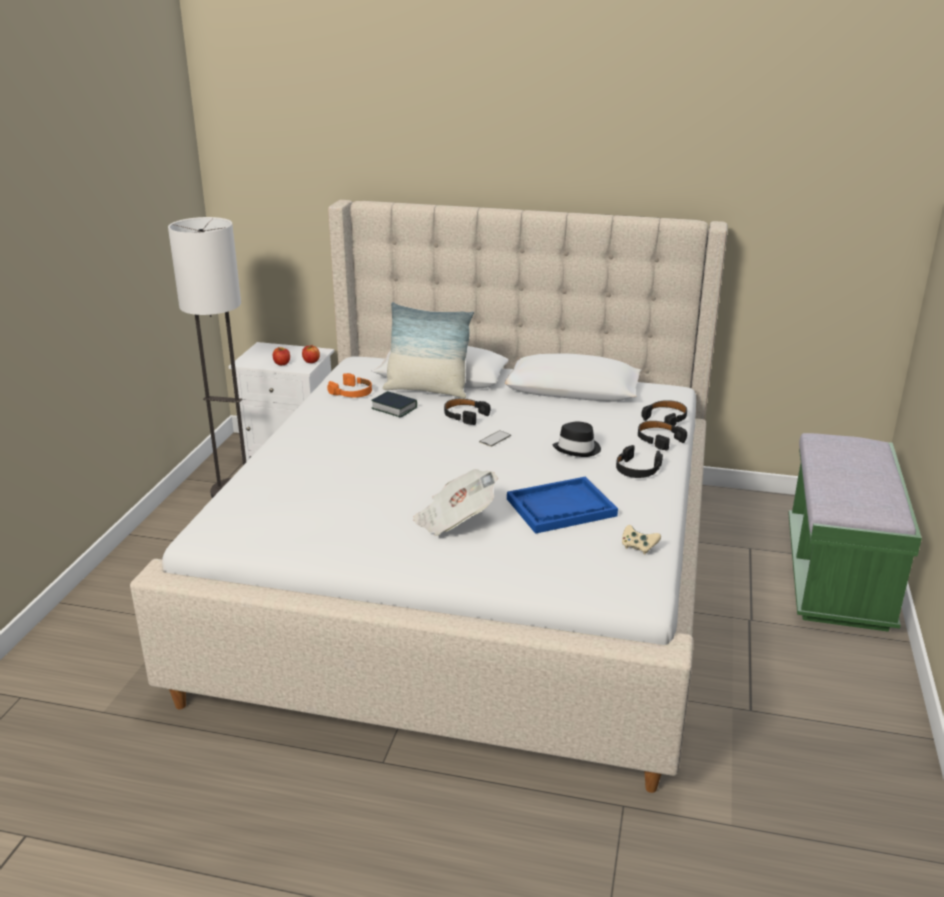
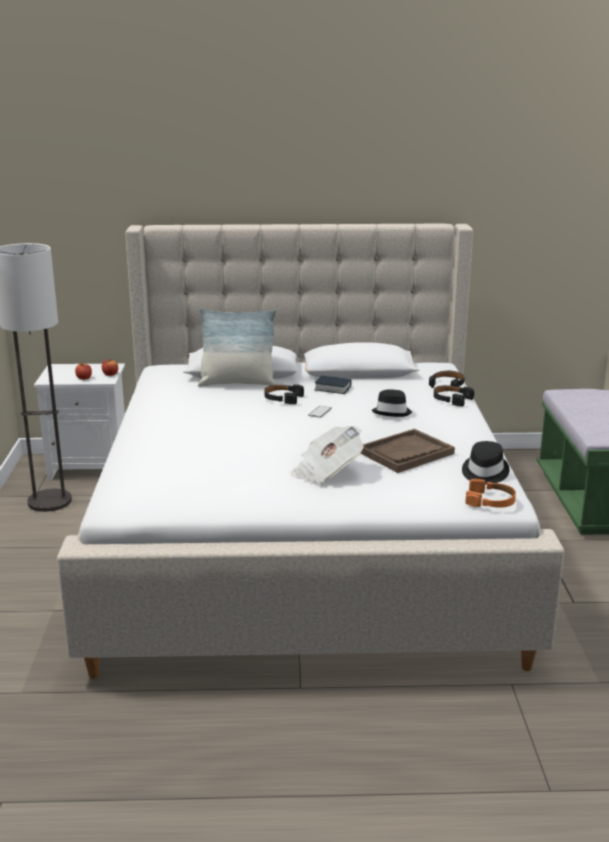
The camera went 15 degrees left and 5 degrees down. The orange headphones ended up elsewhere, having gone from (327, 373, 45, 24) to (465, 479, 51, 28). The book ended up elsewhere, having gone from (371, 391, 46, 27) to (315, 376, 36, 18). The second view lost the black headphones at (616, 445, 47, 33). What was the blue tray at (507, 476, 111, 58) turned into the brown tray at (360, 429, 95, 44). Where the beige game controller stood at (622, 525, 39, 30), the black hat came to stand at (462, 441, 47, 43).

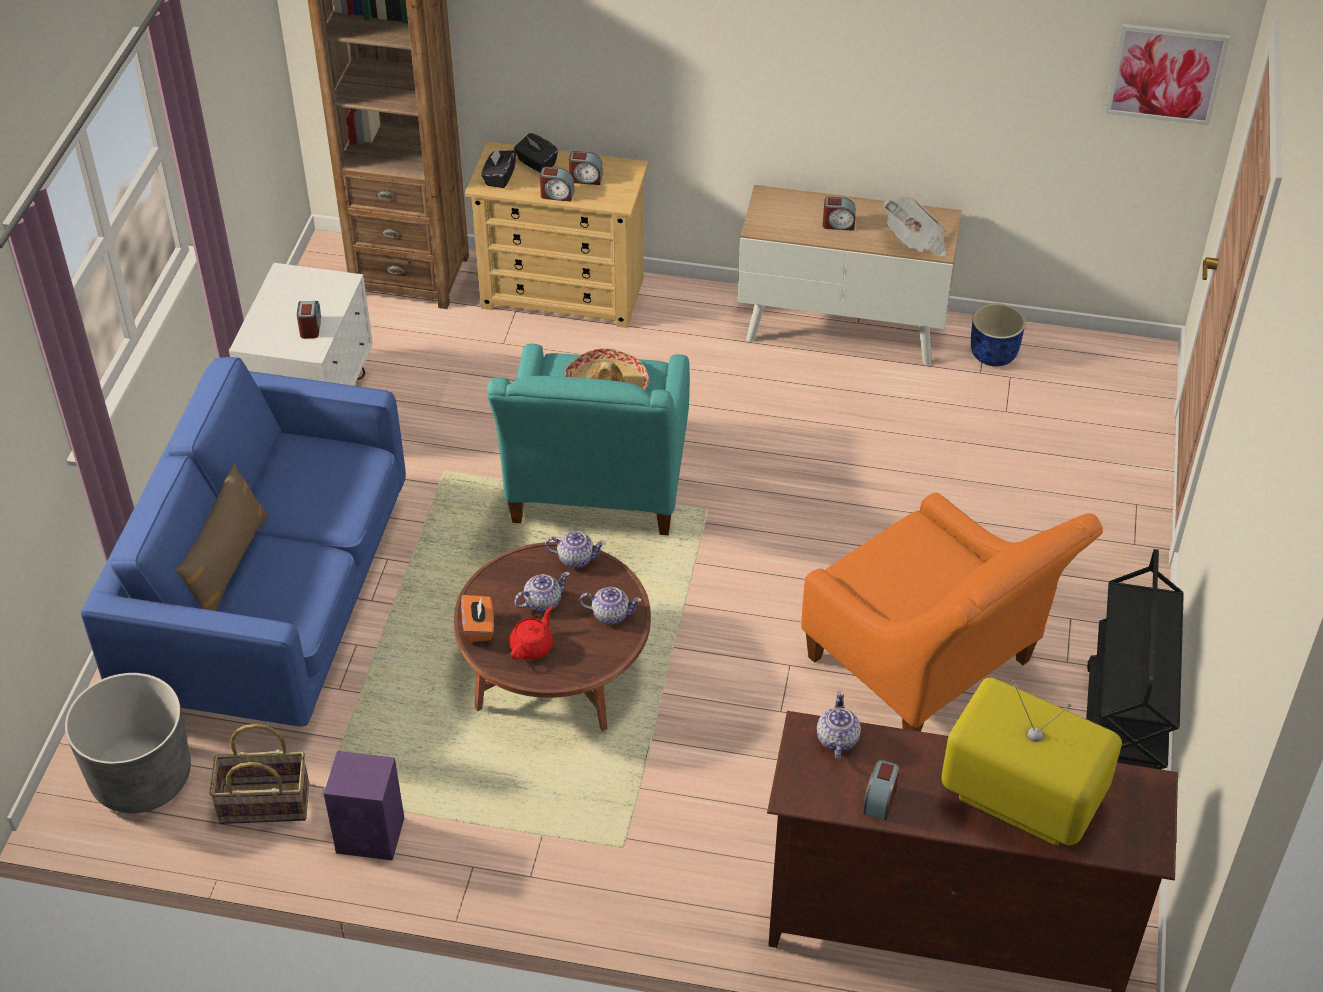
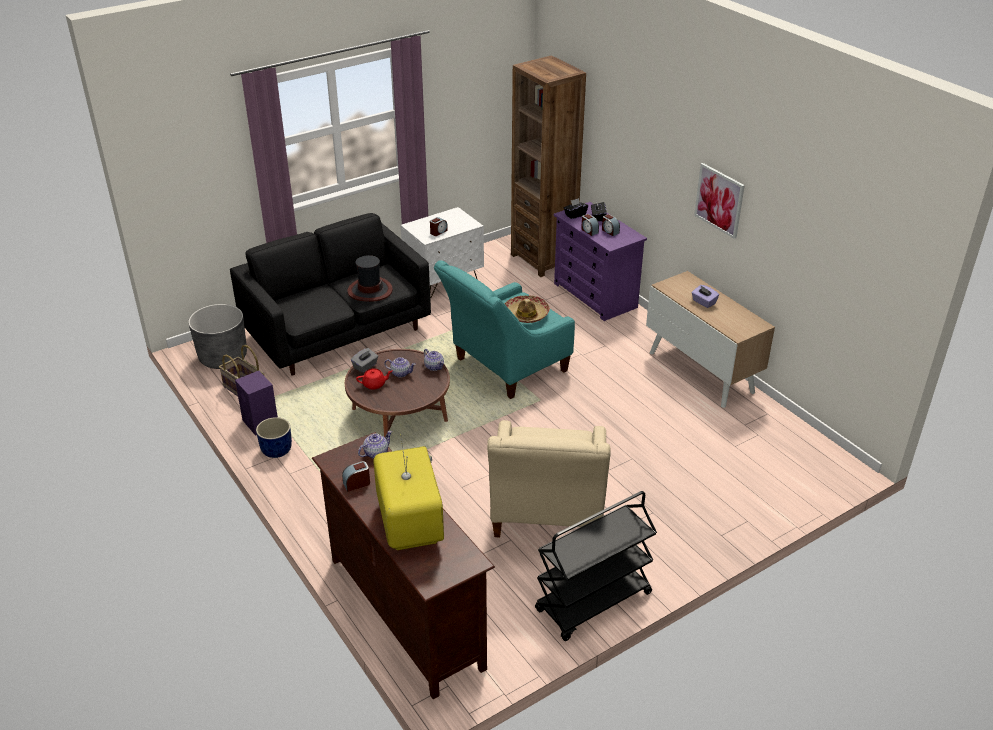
The camera went 45 degrees right and 10 degrees down. The picture ended up elsewhere, having gone from (1105, 24, 125, 101) to (694, 163, 51, 76). What was the beige dresser at (465, 142, 183, 186) turned into the purple dresser at (554, 202, 93, 119). Where the alarm clock stood at (823, 197, 33, 34), the purple tissue box came to stand at (691, 285, 28, 23). The second view lost the newspaper at (884, 197, 62, 59). The blue planter ended up elsewhere, having gone from (971, 304, 54, 62) to (256, 417, 36, 41). What was the blue sofa at (81, 357, 325, 370) turned into the black sofa at (230, 213, 201, 163). The second view lost the brown pillow at (175, 463, 94, 148). What was the orange armchair at (801, 493, 302, 239) turned into the beige armchair at (487, 420, 124, 117). The second view lost the teapot at (579, 587, 63, 38). What was the orange tissue box at (461, 595, 33, 47) turned into the grey tissue box at (351, 348, 27, 25). The second view gained the hat at (347, 255, 46, 47).

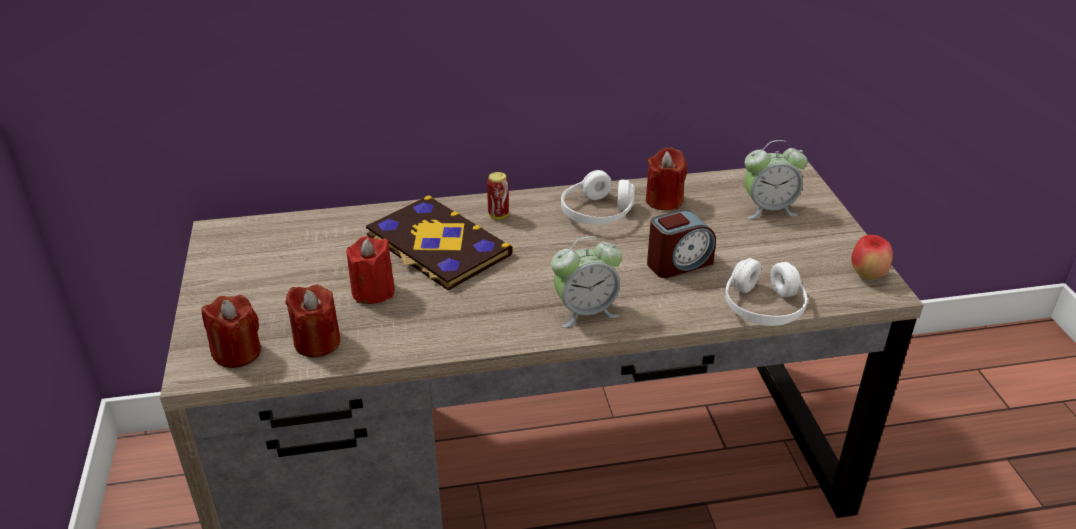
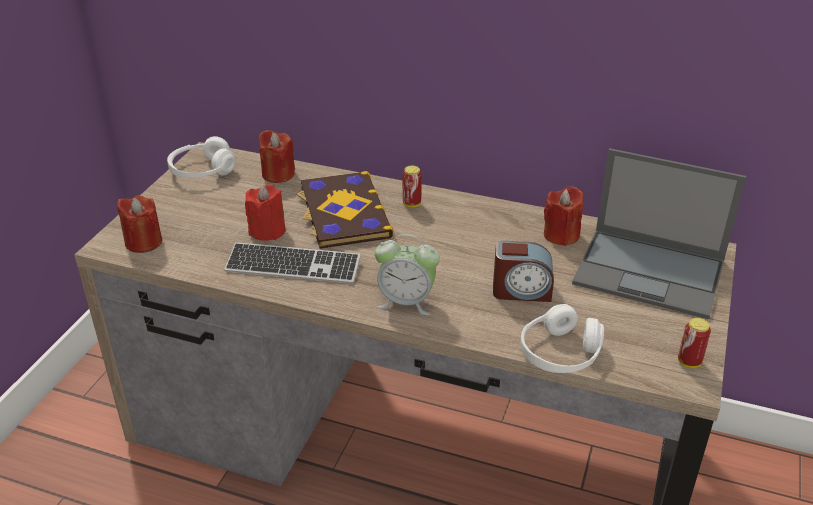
The camera went 30 degrees right and 0 degrees up. Where the alarm clock stood at (744, 140, 63, 79), the laptop came to stand at (572, 148, 174, 171). The white headphones ended up elsewhere, having gone from (561, 170, 74, 55) to (167, 136, 69, 42). Where the apple stood at (851, 235, 42, 45), the can came to stand at (678, 318, 33, 50). The red candle ended up elsewhere, having gone from (285, 285, 56, 72) to (259, 130, 36, 53). The second view gained the keyboard at (224, 242, 137, 42).

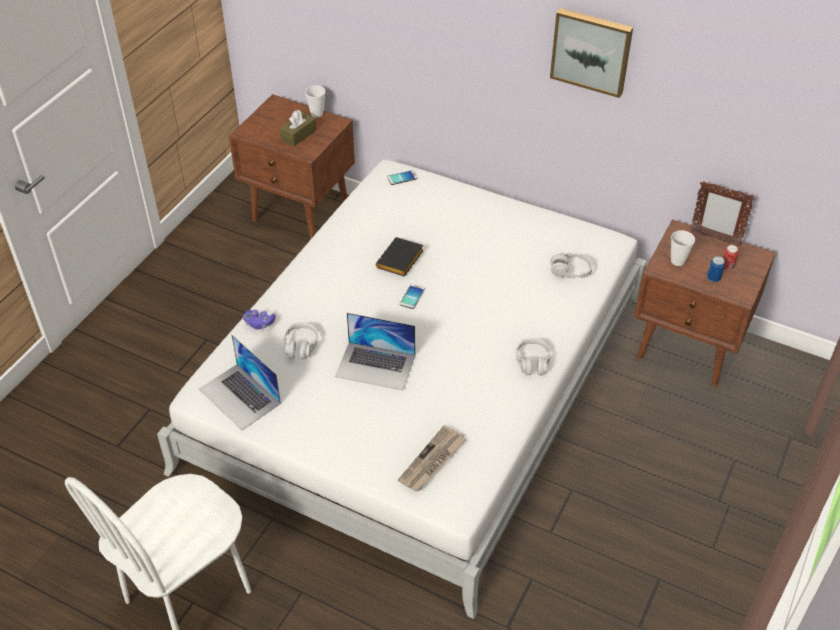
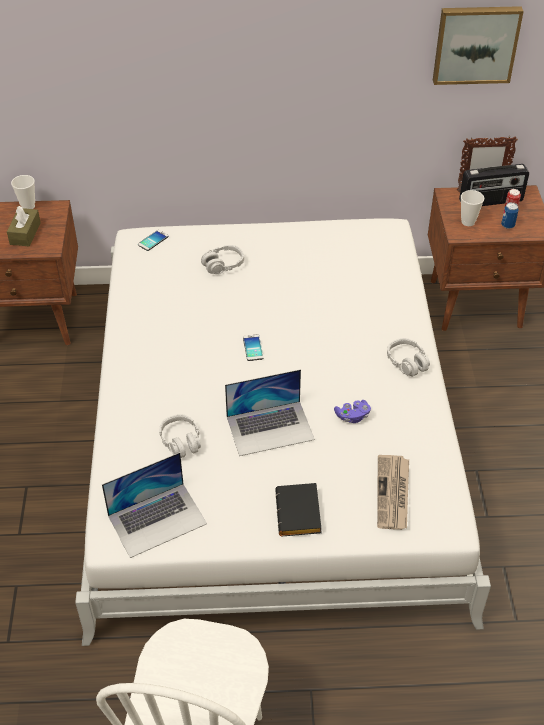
The camera went 30 degrees left and 0 degrees up. The picture ended up elsewhere, having gone from (550, 8, 83, 90) to (433, 6, 91, 79). The black book ended up elsewhere, having gone from (376, 237, 48, 40) to (275, 483, 47, 53). The grey headphones ended up elsewhere, having gone from (550, 253, 43, 26) to (201, 245, 43, 29). The purple game controller ended up elsewhere, having gone from (243, 310, 33, 20) to (334, 400, 37, 23). The laptop at (199, 335, 82, 95) ended up facing another way, 45 degrees counterclockwise from before. The second view gained the radio at (459, 164, 70, 42).

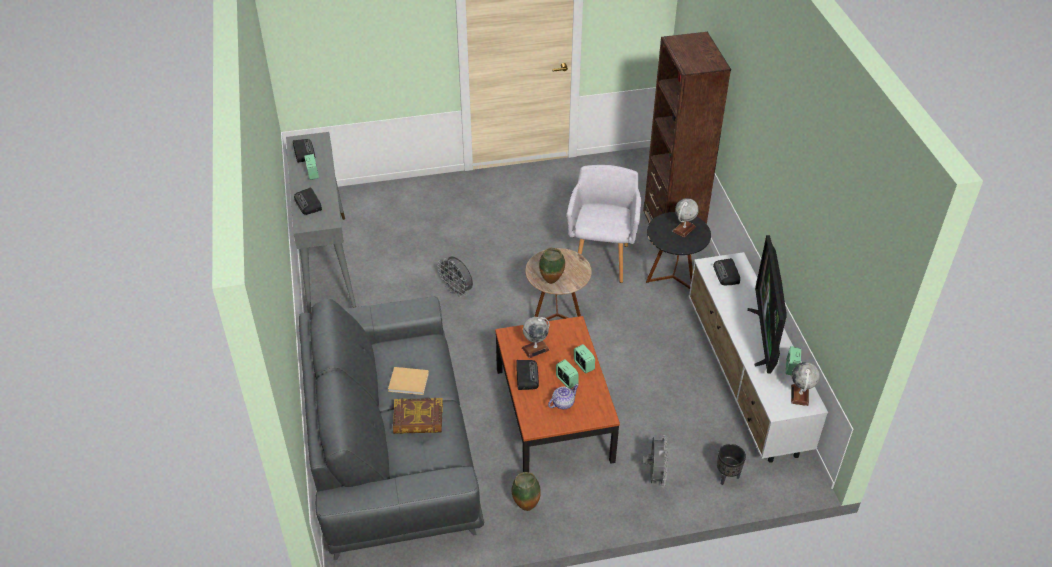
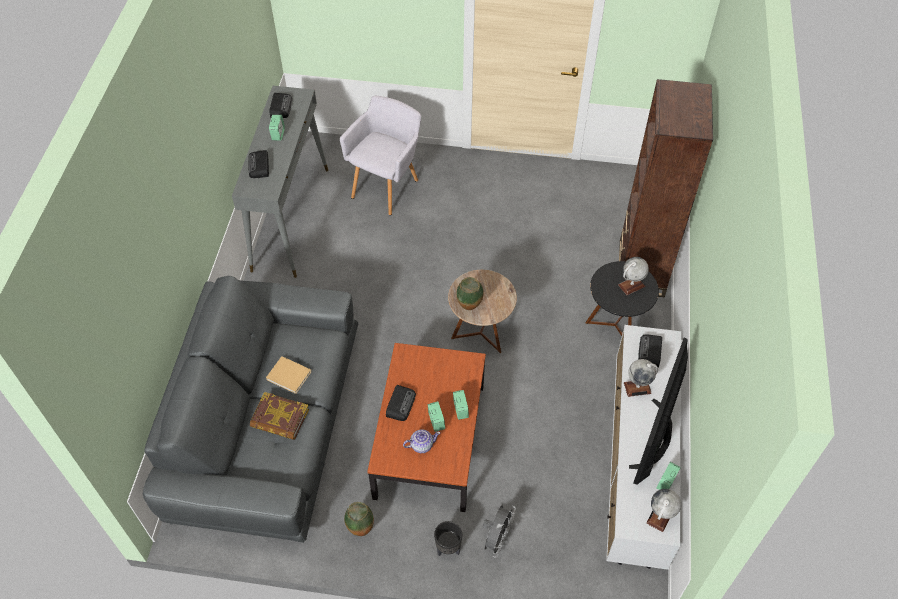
The camera went 20 degrees right and 10 degrees up. The grey armchair ended up elsewhere, having gone from (567, 165, 74, 118) to (340, 96, 81, 119). The second view lost the grey fan at (437, 256, 36, 41). The globe ended up elsewhere, having gone from (522, 317, 28, 41) to (624, 359, 34, 38). The black planter ended up elsewhere, having gone from (717, 444, 29, 41) to (434, 521, 28, 35).

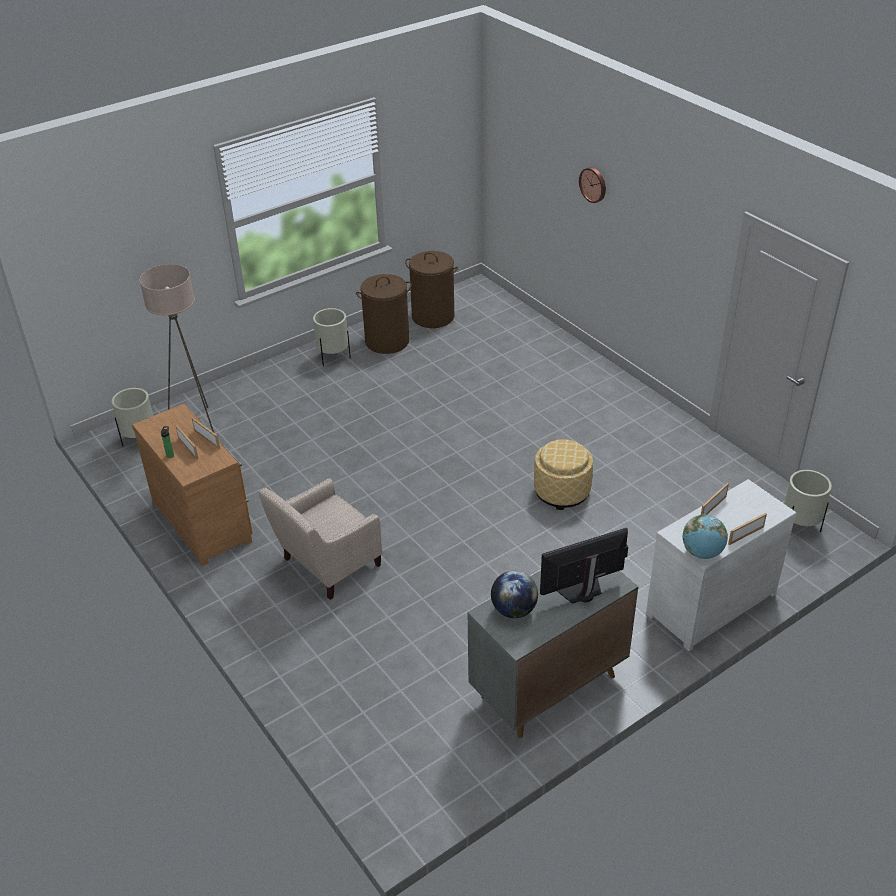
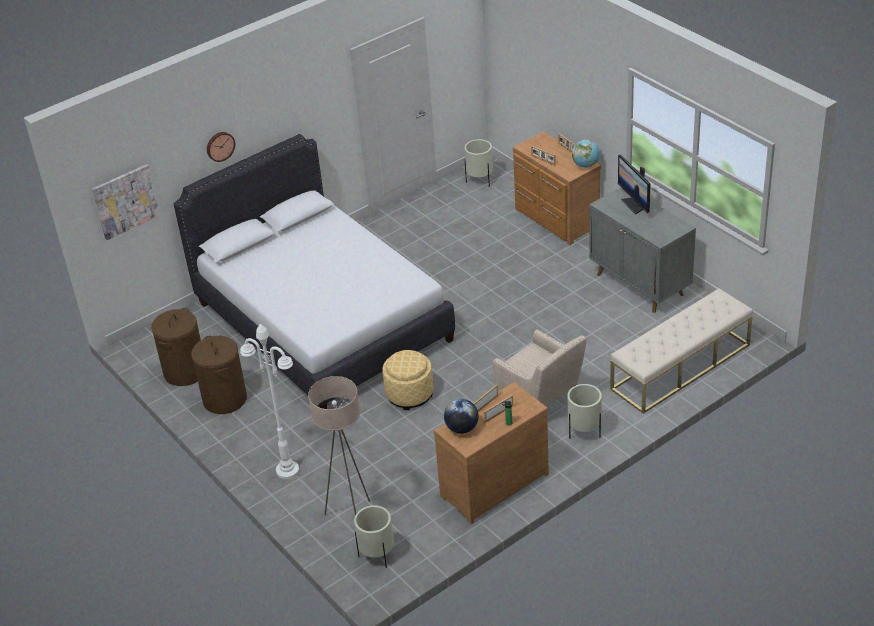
The camera went 90 degrees left and 0 degrees up. The beige planter ended up elsewhere, having gone from (313, 308, 38, 58) to (567, 384, 35, 55). The ottoman ended up elsewhere, having gone from (534, 439, 59, 71) to (382, 350, 51, 60). What was the white dresser at (646, 479, 151, 172) turned into the brown dresser at (513, 131, 88, 114). The globe ended up elsewhere, having gone from (491, 571, 47, 47) to (444, 399, 35, 35). The second view gained the white bed at (173, 134, 282, 275). The second view gained the picture at (92, 164, 68, 76). The second view gained the beige bench at (610, 288, 143, 126). The second view gained the white floor lamp at (240, 324, 59, 155).

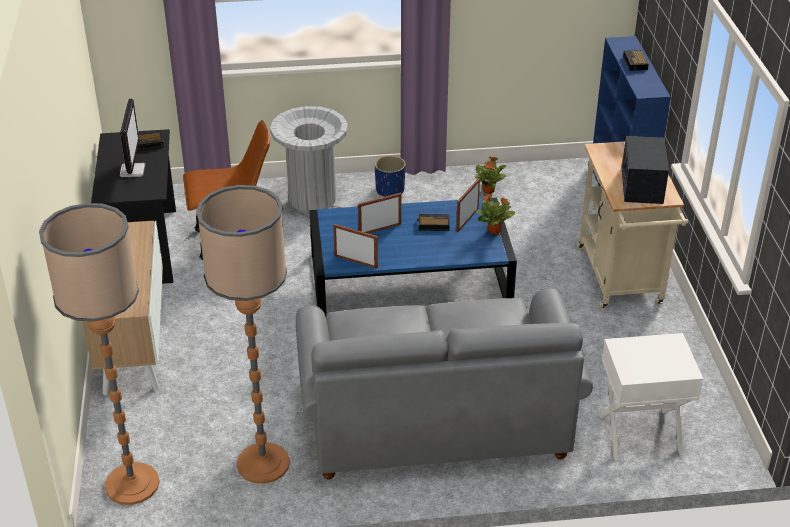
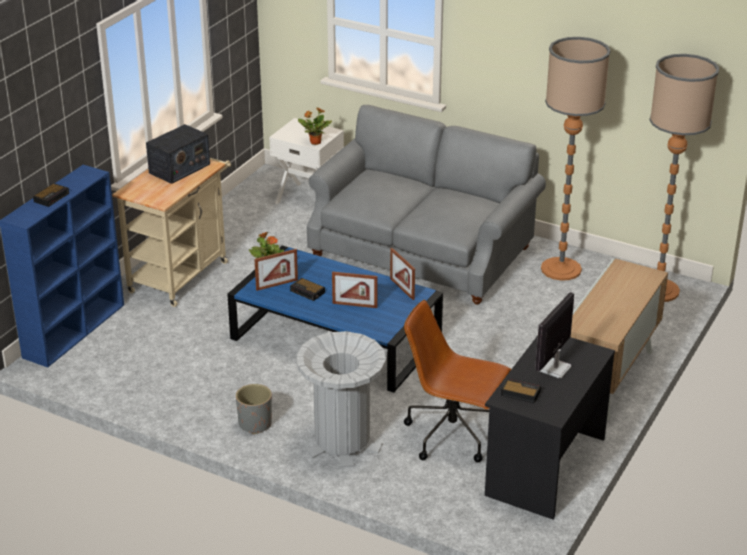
The camera went 145 degrees left and 5 degrees down. What was the blue planter at (375, 156, 31, 41) turned into the grey planter at (236, 384, 36, 50). The potted plant ended up elsewhere, having gone from (475, 157, 31, 37) to (298, 107, 34, 38).

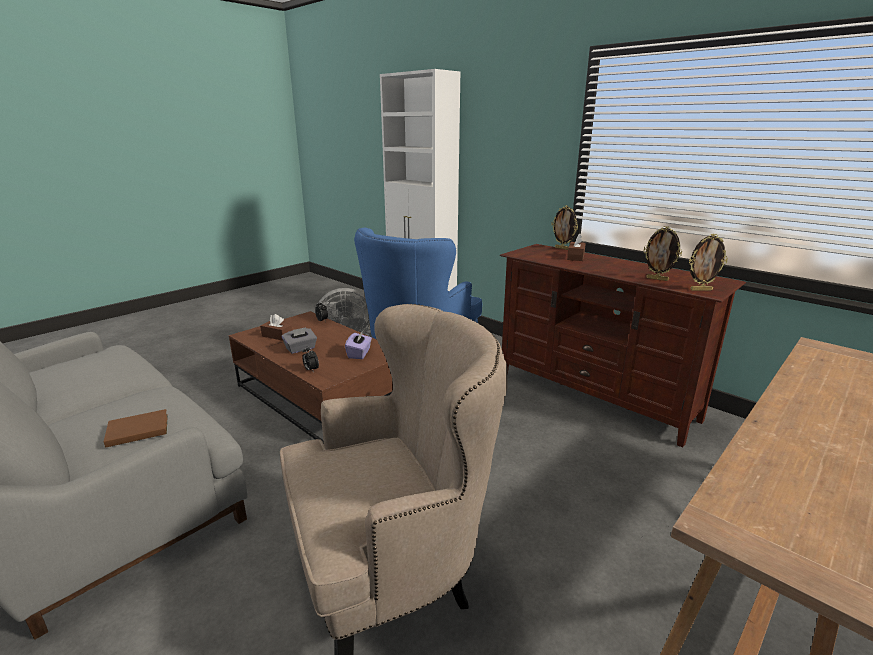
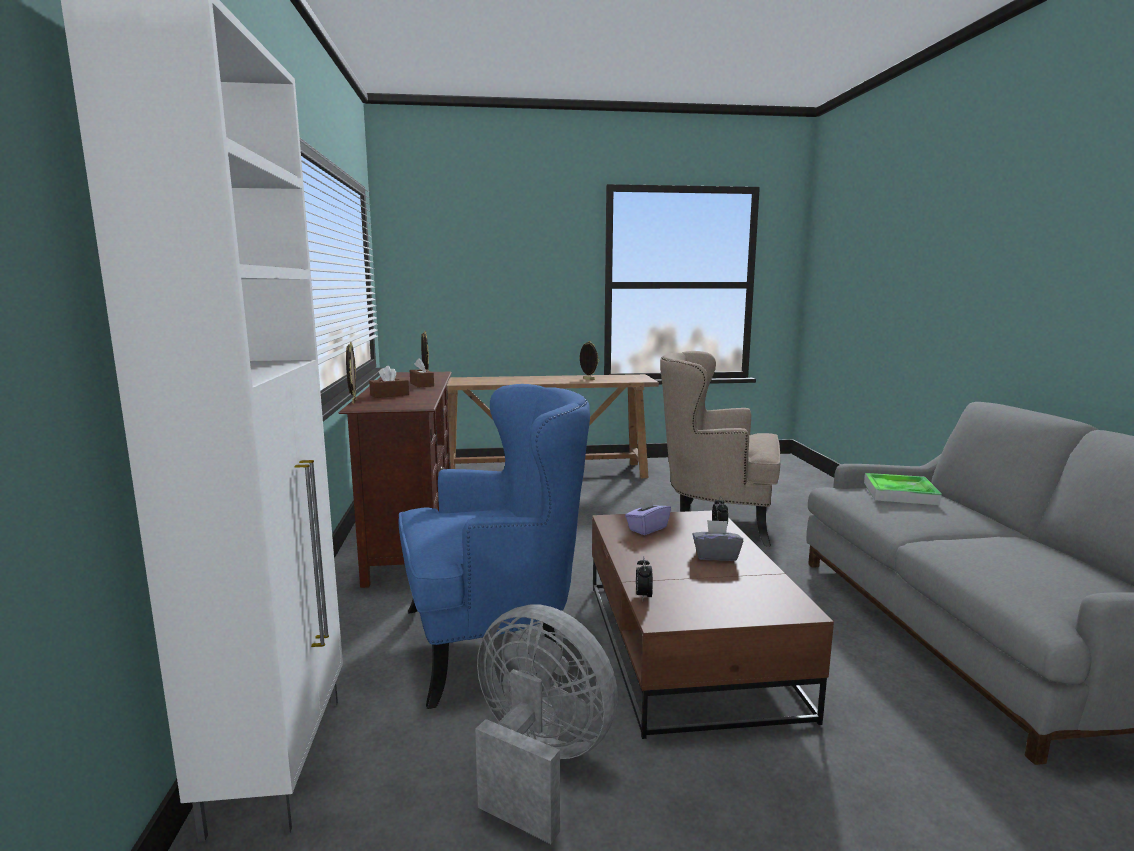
The camera went 140 degrees left and 10 degrees down. The picture frame ended up elsewhere, having gone from (689, 234, 39, 57) to (579, 341, 21, 39). The brown tissue box ended up elsewhere, having gone from (260, 314, 32, 27) to (410, 358, 24, 29). Where the brown book stood at (104, 409, 64, 39), the tray came to stand at (864, 473, 78, 32).

